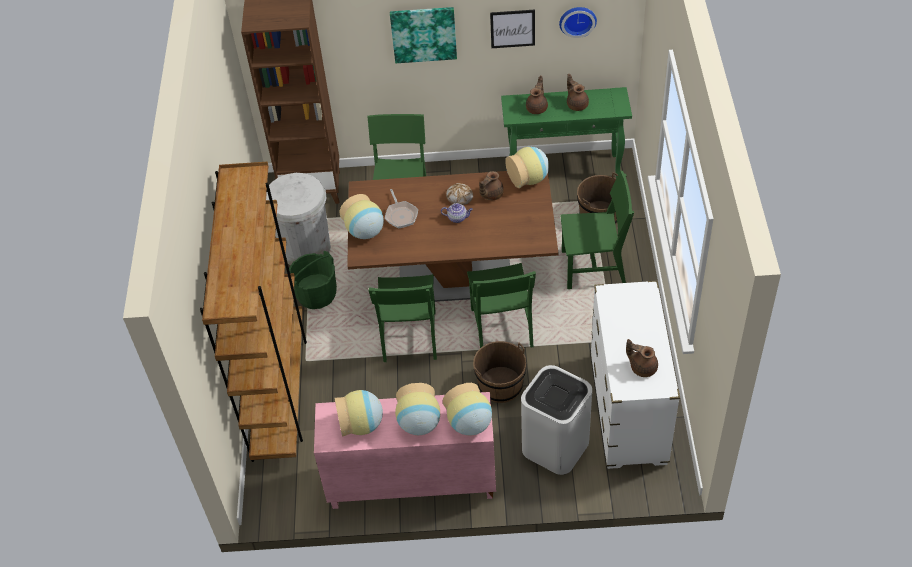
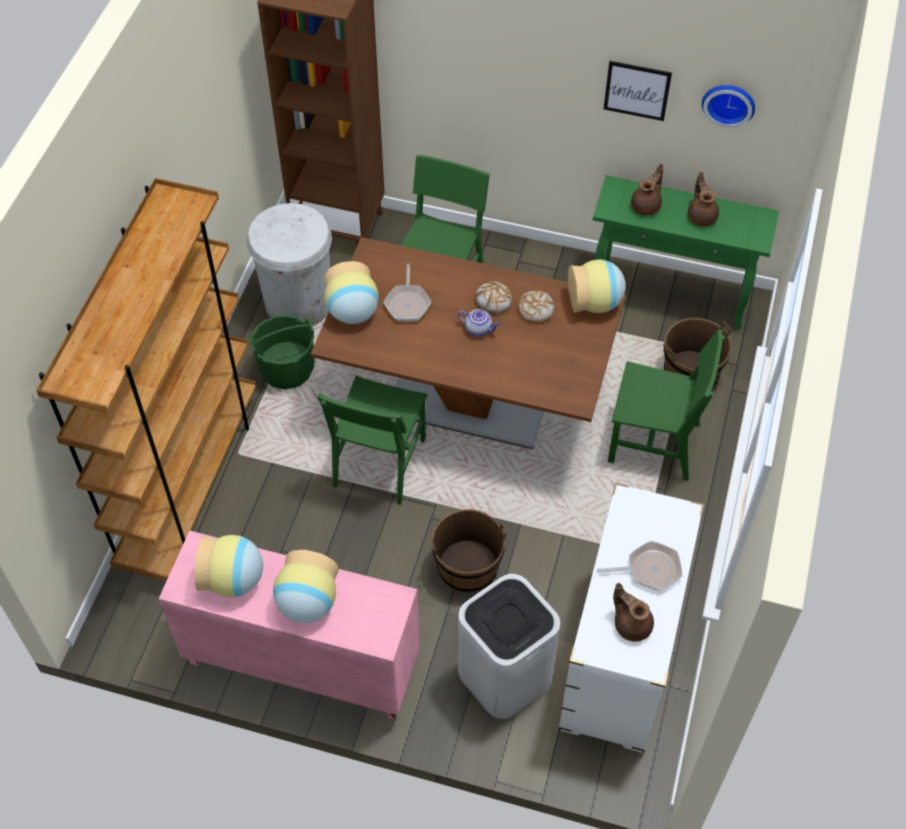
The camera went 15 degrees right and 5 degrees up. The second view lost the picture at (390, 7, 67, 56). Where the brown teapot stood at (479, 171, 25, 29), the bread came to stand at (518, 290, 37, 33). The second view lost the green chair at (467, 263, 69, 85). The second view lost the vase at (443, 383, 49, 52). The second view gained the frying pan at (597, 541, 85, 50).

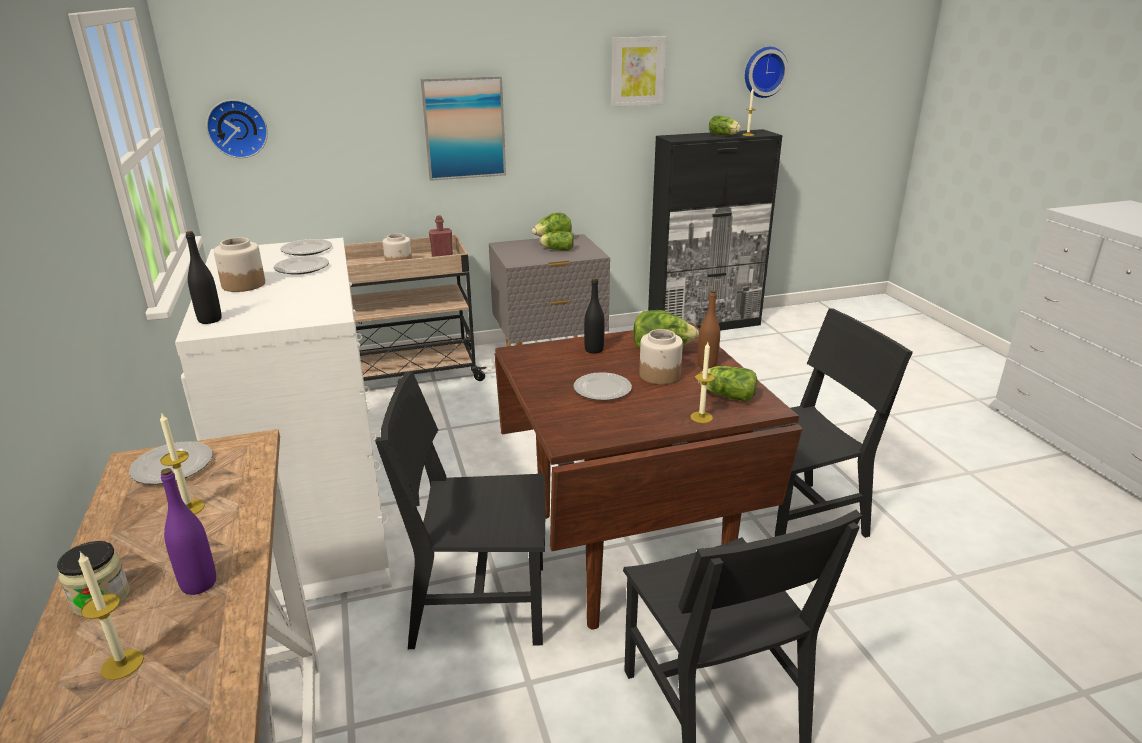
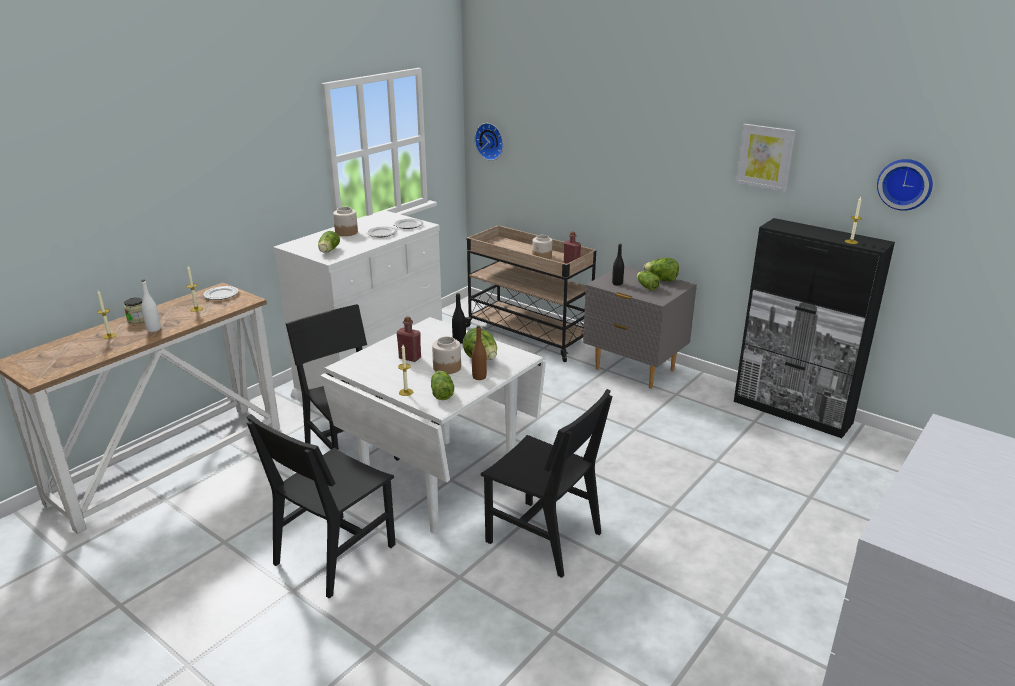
The camera went 55 degrees right and 0 degrees up. The second view lost the picture at (421, 76, 85, 105). The lettuce ended up elsewhere, having gone from (709, 116, 32, 19) to (318, 231, 22, 22). The black bottle ended up elsewhere, having gone from (186, 231, 36, 93) to (612, 244, 12, 42). What was the brown dining table at (494, 323, 308, 306) turned into the white dining table at (321, 317, 225, 216). Where the plate stood at (573, 372, 59, 28), the red bottle came to stand at (397, 316, 24, 46). What was the purple bottle at (161, 468, 55, 127) turned into the white bottle at (141, 279, 20, 53).

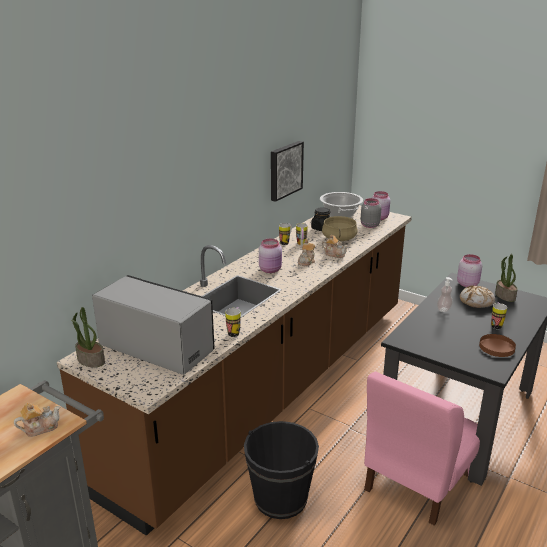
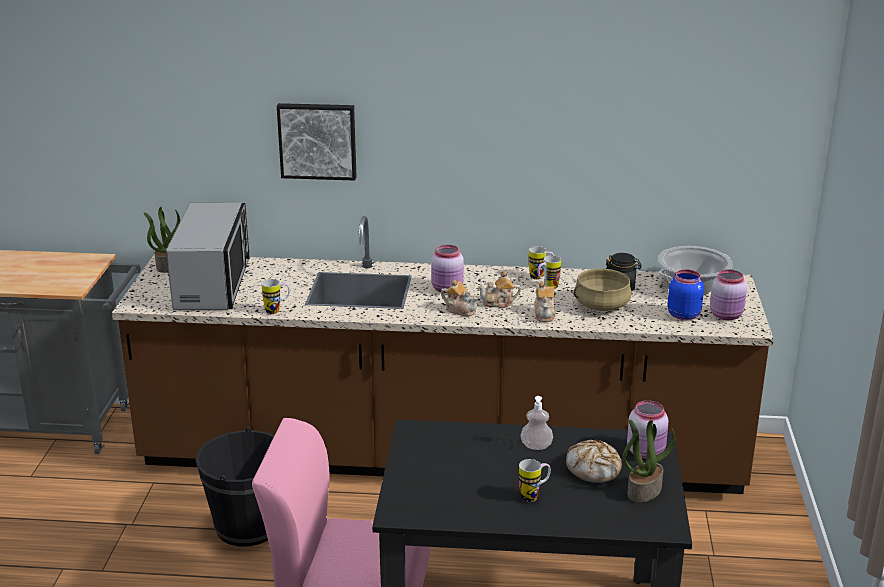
The camera went 60 degrees right and 0 degrees up. The picture ended up elsewhere, having gone from (271, 141, 33, 61) to (277, 103, 80, 78). What was the grey jar at (361, 198, 20, 30) turned into the blue jar at (667, 269, 37, 51). The second view lost the brown plate at (479, 334, 37, 23). The teapot ended up elsewhere, having gone from (14, 403, 47, 34) to (441, 280, 37, 36).

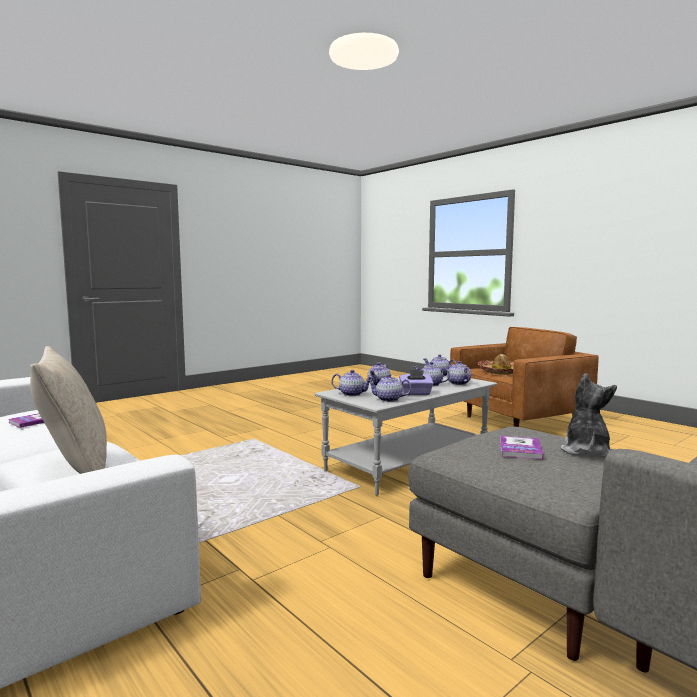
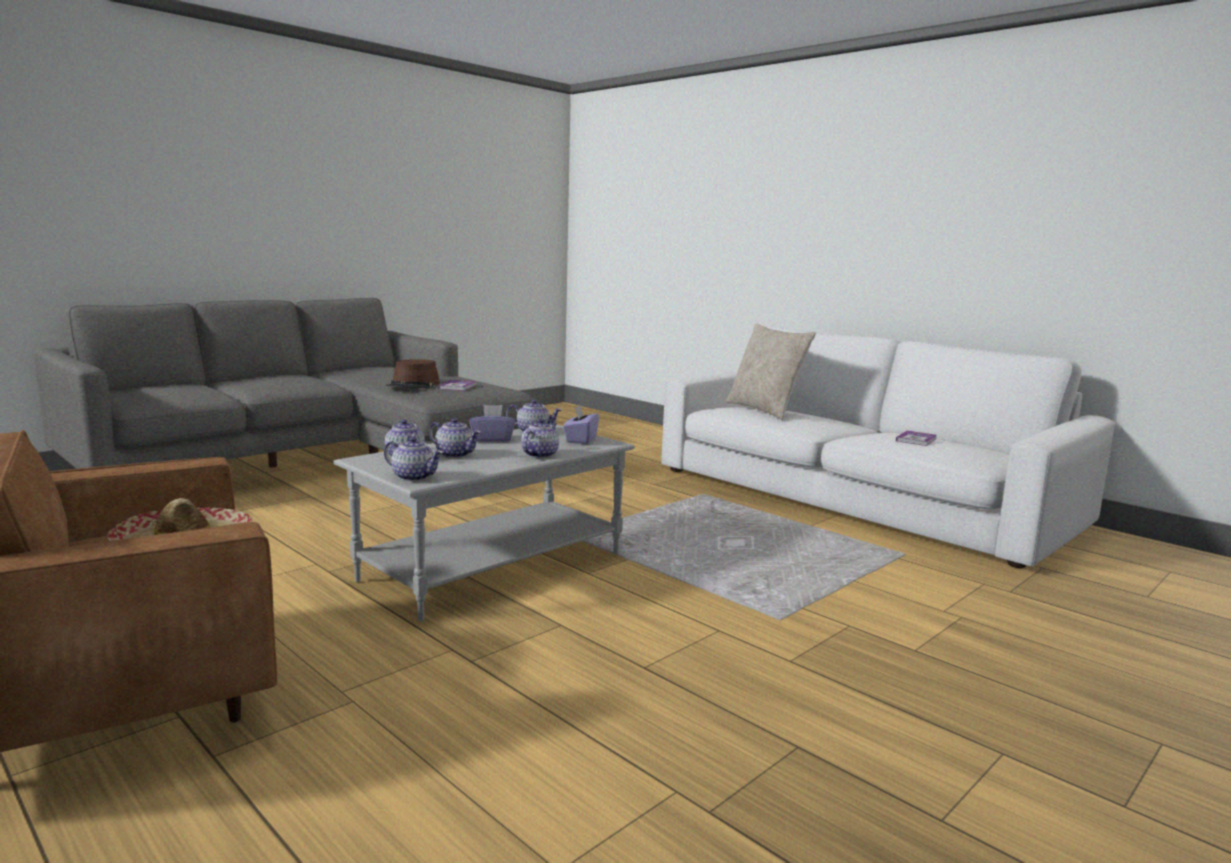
The camera went 175 degrees right and 5 degrees up. Where the teapot stood at (331, 370, 42, 26), the purple tissue box came to stand at (563, 405, 36, 39). Where the plush toy stood at (561, 373, 56, 85), the brown hat came to stand at (386, 359, 54, 30).

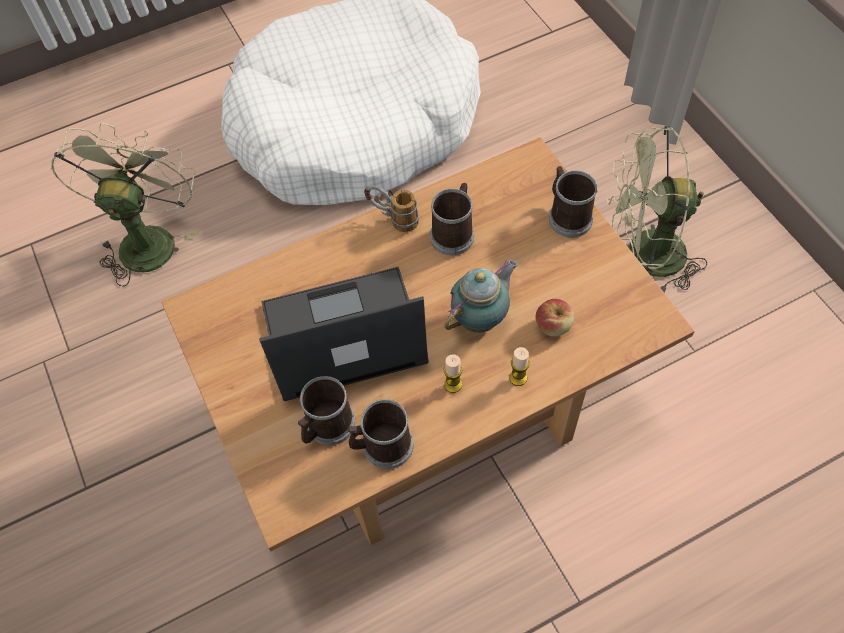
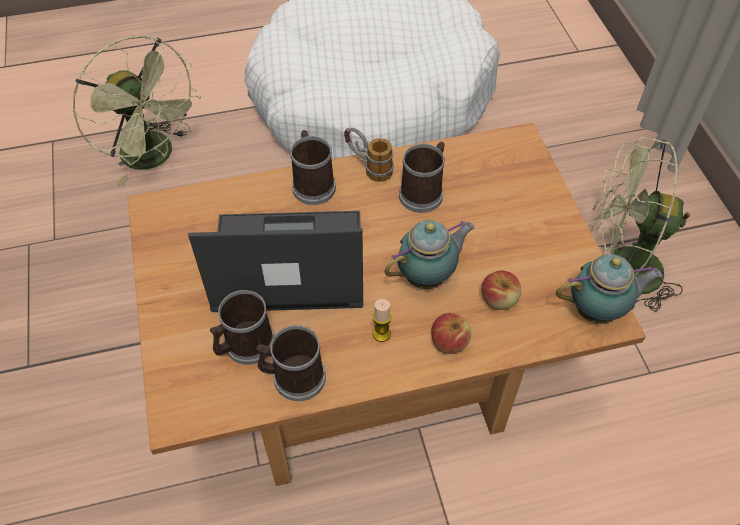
The camera went 10 degrees right and 5 degrees down. The green fan at (51, 122, 149, 165) ended up facing another way, 120 degrees clockwise from before. The mug ended up elsewhere, having gone from (549, 166, 48, 72) to (290, 130, 46, 75). Where the candle stood at (509, 347, 21, 39), the apple came to stand at (431, 313, 40, 41). The second view gained the teapot at (556, 254, 106, 70).

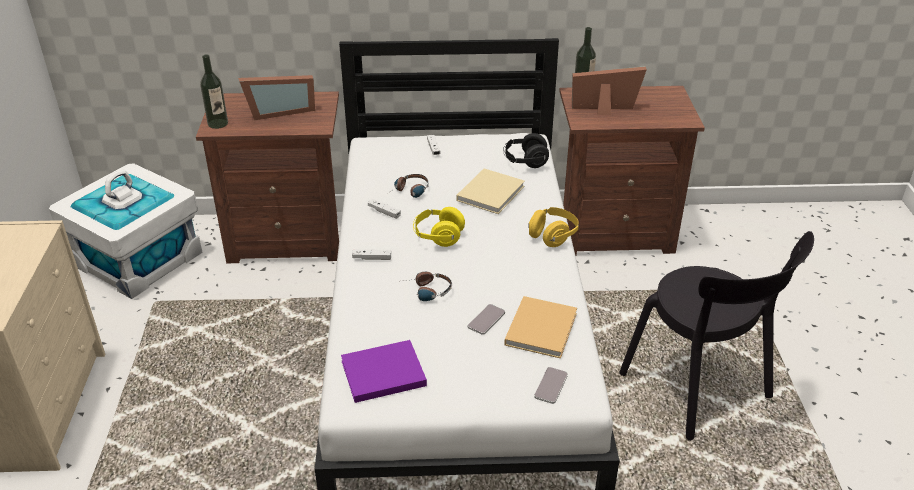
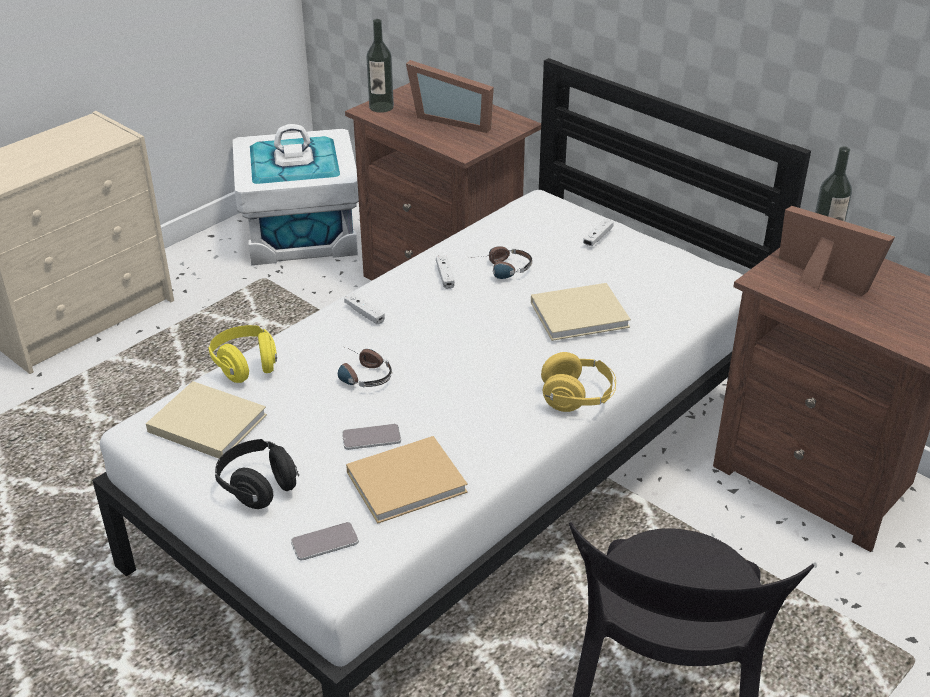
The camera went 45 degrees right and 0 degrees up. The black headphones ended up elsewhere, having gone from (503, 133, 46, 35) to (215, 439, 84, 70). The yellow headphones ended up elsewhere, having gone from (413, 207, 52, 40) to (208, 325, 69, 58). What was the purple book at (341, 340, 86, 63) turned into the beige book at (146, 381, 121, 78).

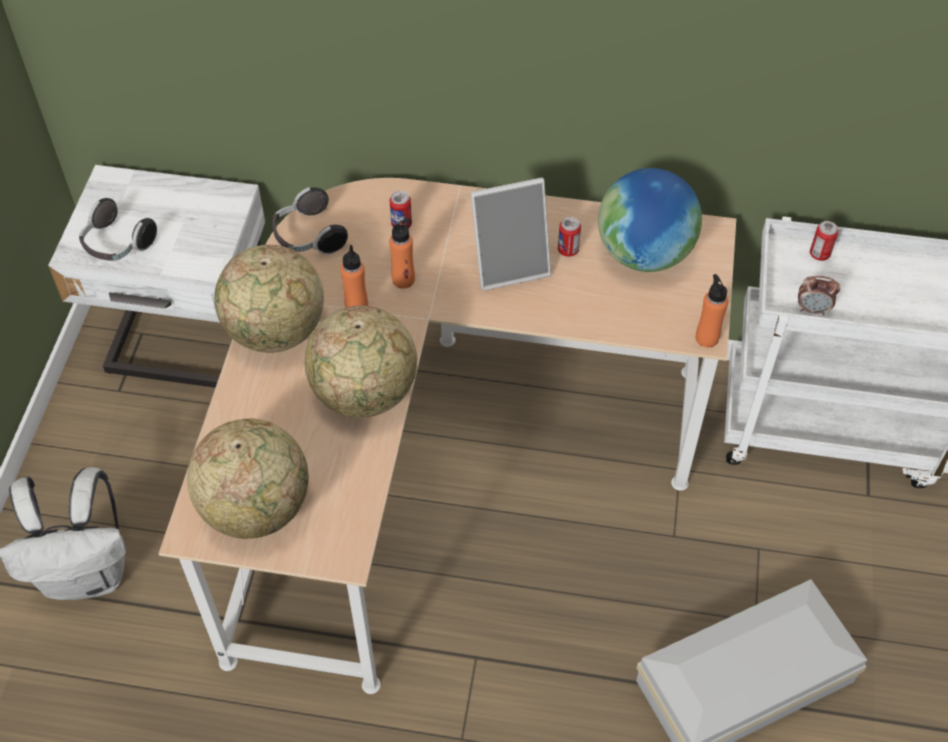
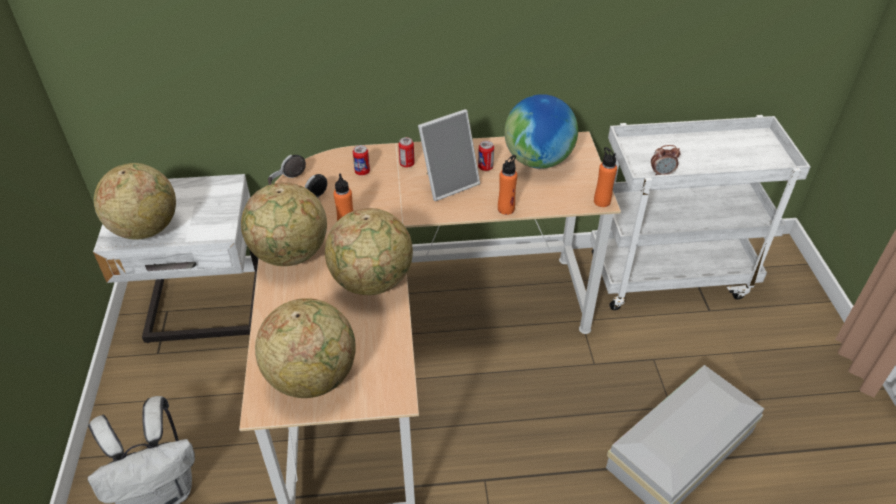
The camera went 15 degrees left and 10 degrees down. Where the headphones stood at (79, 198, 78, 63), the globe came to stand at (94, 163, 82, 77). The orange bottle ended up elsewhere, having gone from (389, 218, 26, 70) to (498, 155, 19, 60). The can ended up elsewhere, having gone from (810, 221, 28, 40) to (398, 137, 17, 31).

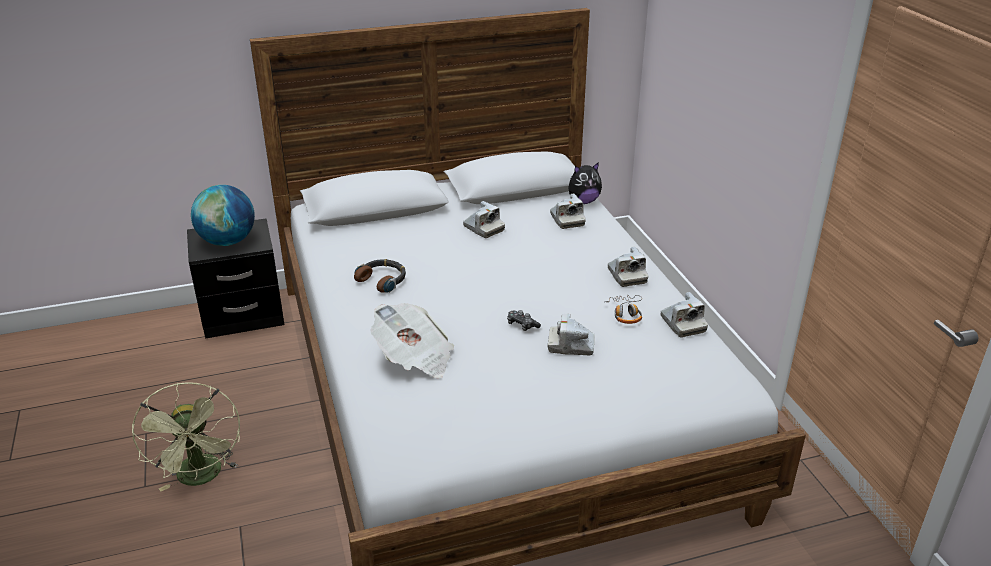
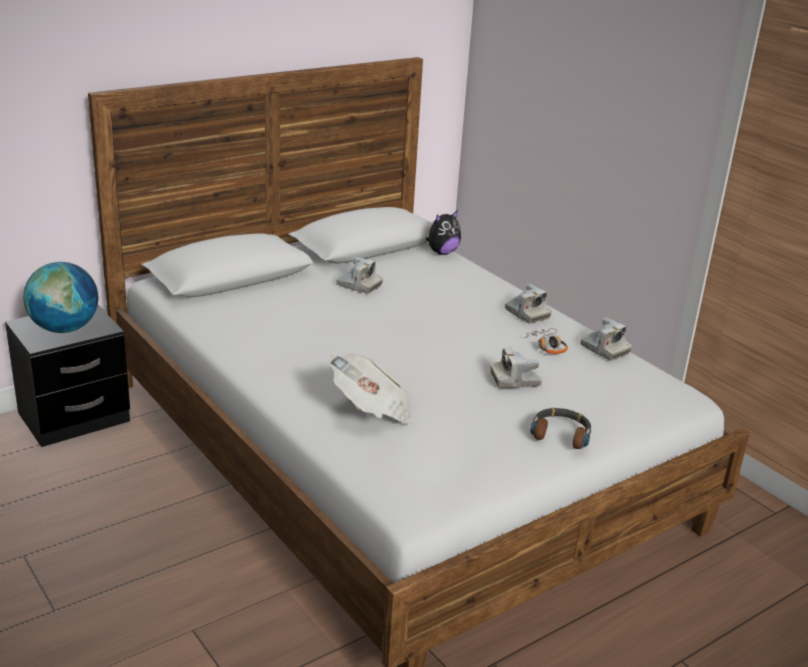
The camera went 20 degrees left and 5 degrees down. The second view lost the photo camera at (550, 193, 36, 36). The headphones ended up elsewhere, having gone from (354, 259, 52, 34) to (530, 408, 61, 41). The second view lost the game controller at (507, 310, 34, 21). The second view lost the green fan at (132, 382, 108, 110).

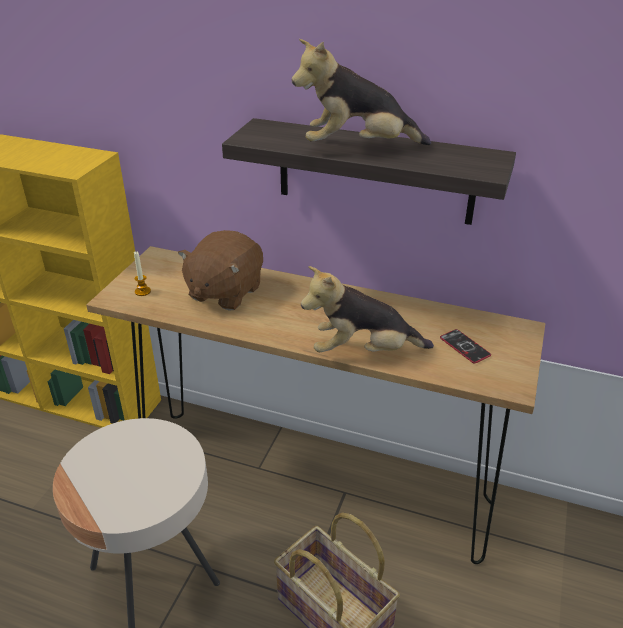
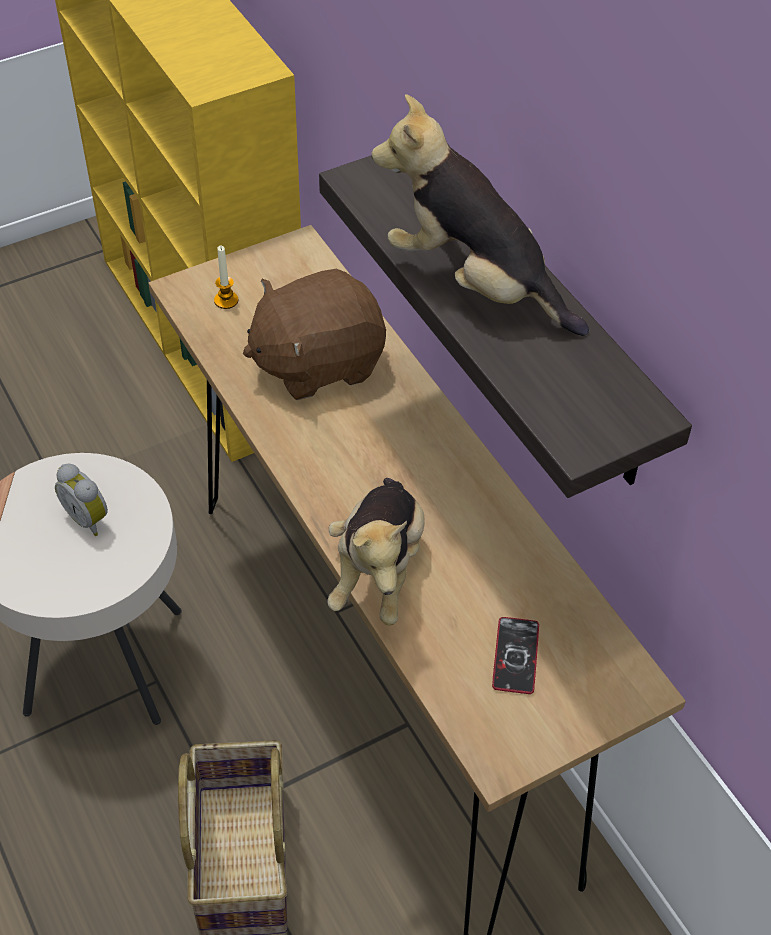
The camera went 40 degrees right and 15 degrees up. The plush toy at (301, 266, 133, 86) ended up facing another way, 120 degrees counterclockwise from before. The second view gained the alarm clock at (55, 464, 53, 72).

